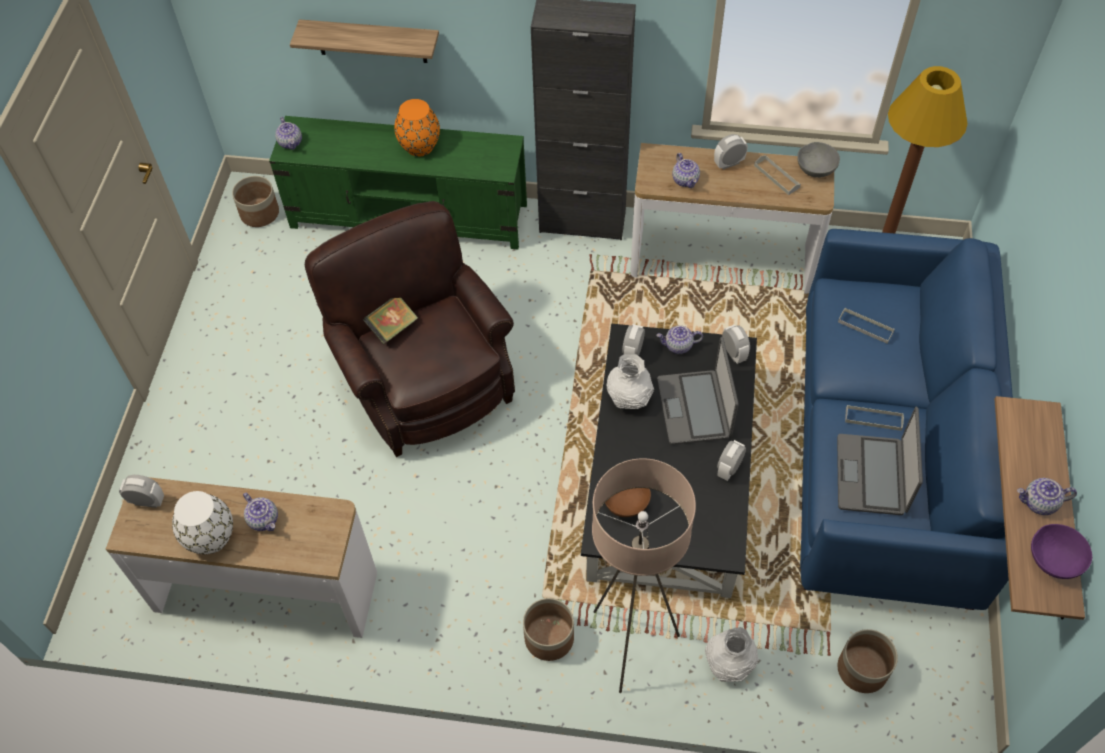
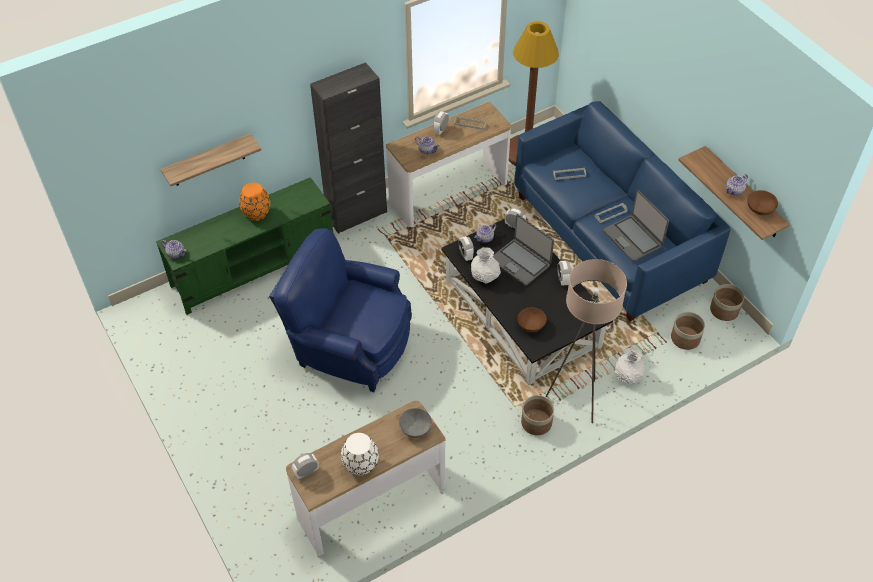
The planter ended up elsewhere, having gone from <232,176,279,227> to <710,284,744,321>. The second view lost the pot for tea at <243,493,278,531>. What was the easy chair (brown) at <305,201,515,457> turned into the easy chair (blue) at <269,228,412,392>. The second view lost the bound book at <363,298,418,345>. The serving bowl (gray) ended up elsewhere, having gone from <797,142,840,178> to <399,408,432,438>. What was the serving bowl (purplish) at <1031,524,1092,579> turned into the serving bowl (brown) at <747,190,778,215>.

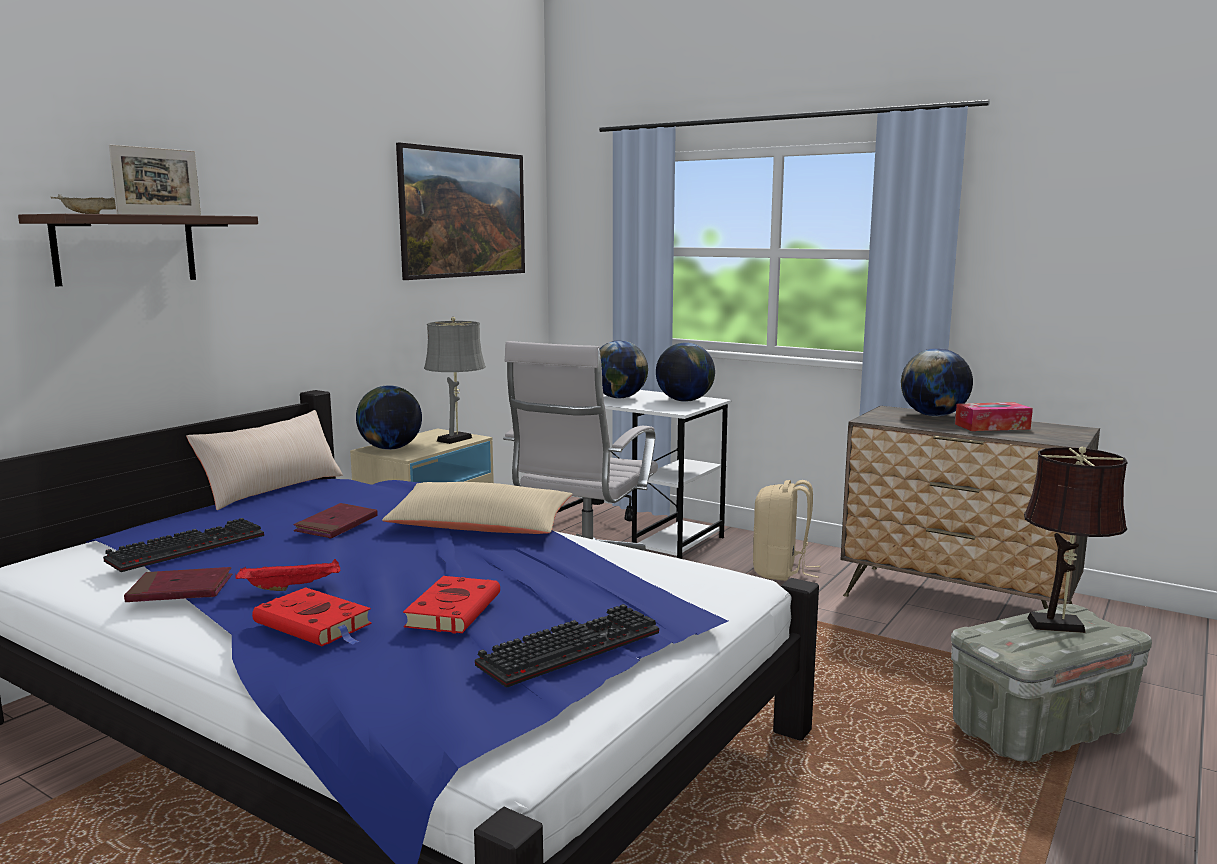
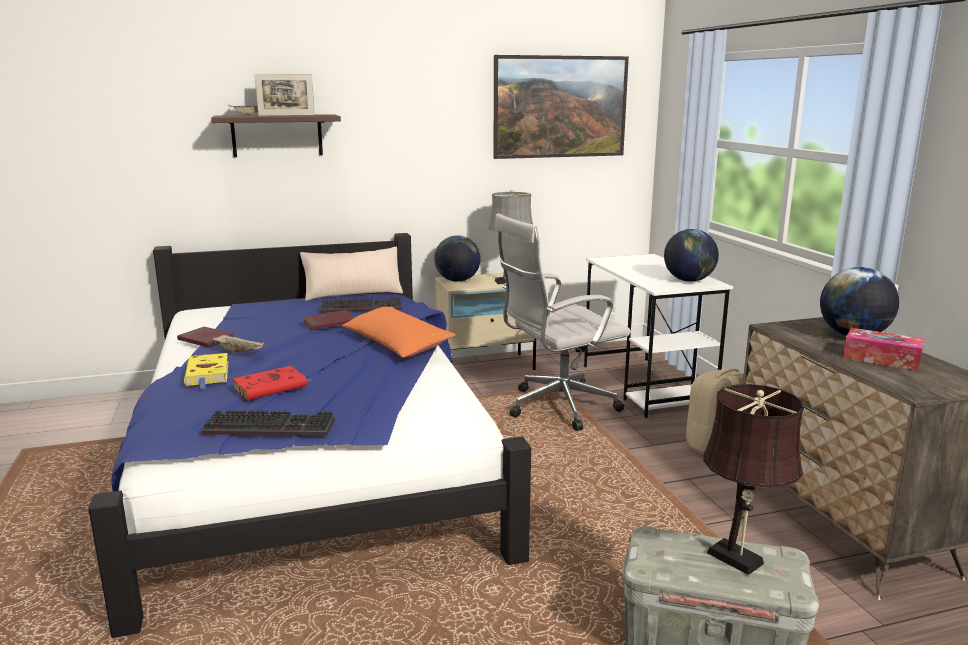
The PC keyboard ended up elsewhere, having gone from <103,518,264,572> to <320,297,402,313>. What was the tray (red-coloured) at <236,559,341,591> turned into the tray (beige) at <213,334,265,353>. What was the bound book (red-coloured) at <252,587,372,646> turned into the bound book (yellow) at <184,353,228,389>. What was the cushion (beige) at <382,482,573,534> turned into the cushion (orange-coloured) at <342,307,456,358>. The second view lost the globe at <600,340,648,398>.

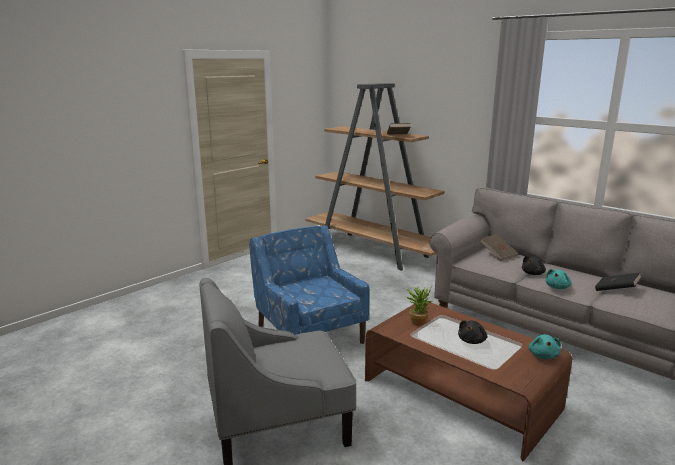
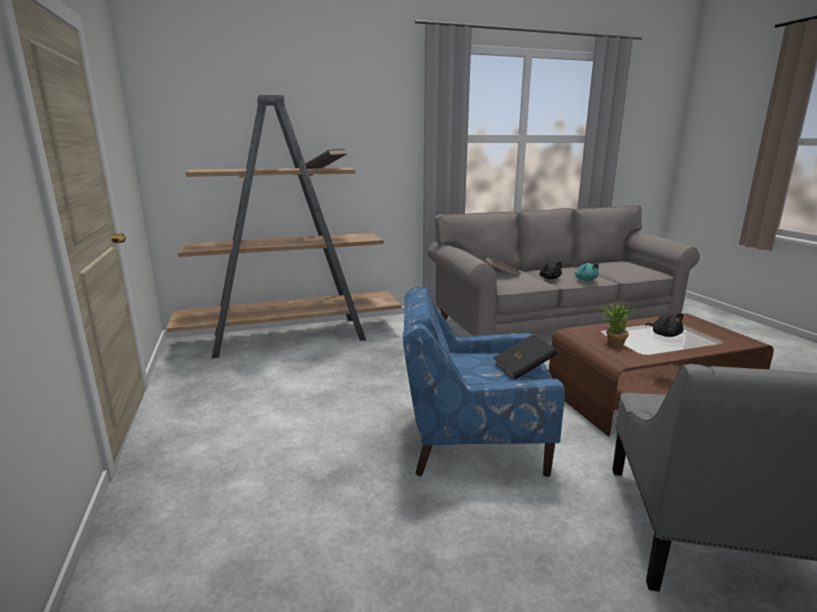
The second view lost the soft toy (turquoise) at <529,334,561,359>. The bound book (black) ended up elsewhere, having gone from <595,273,642,291> to <493,334,557,380>.

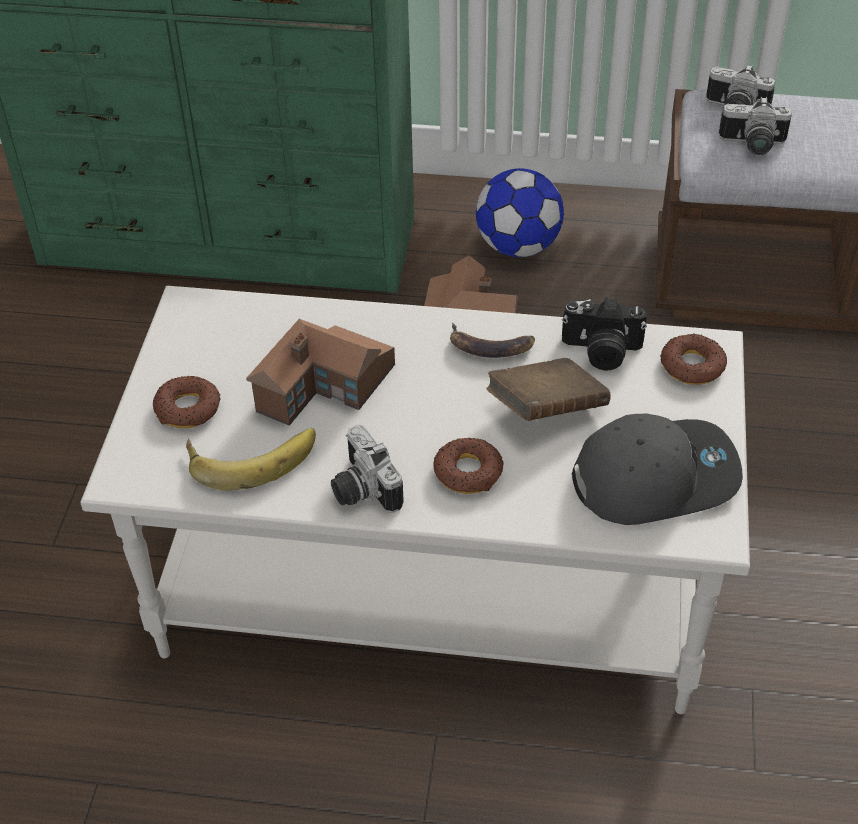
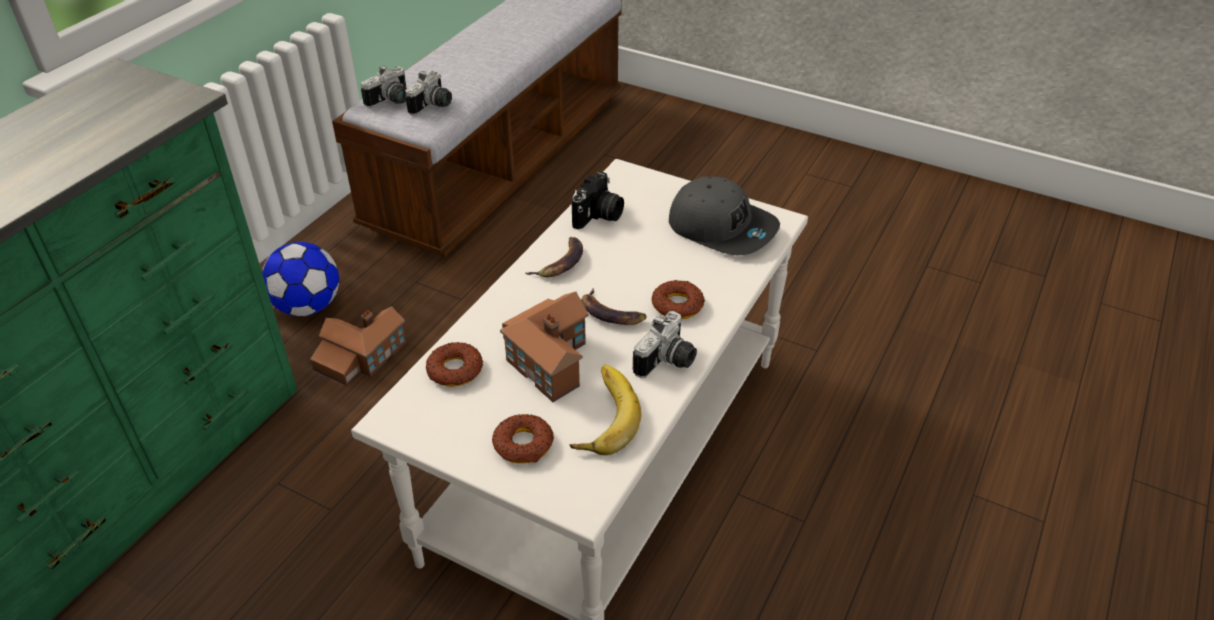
The photo camera at <331,425,404,513> ended up facing another way, 45 degrees counterclockwise from before. The second view lost the bound book (brown) at <486,358,610,421>. The baseball cap (gray) at <572,414,743,525> ended up facing another way, 120 degrees clockwise from before. The donut ended up elsewhere, having gone from <660,333,727,385> to <426,342,483,387>. The second view gained the banana fruit at <581,289,647,325>.

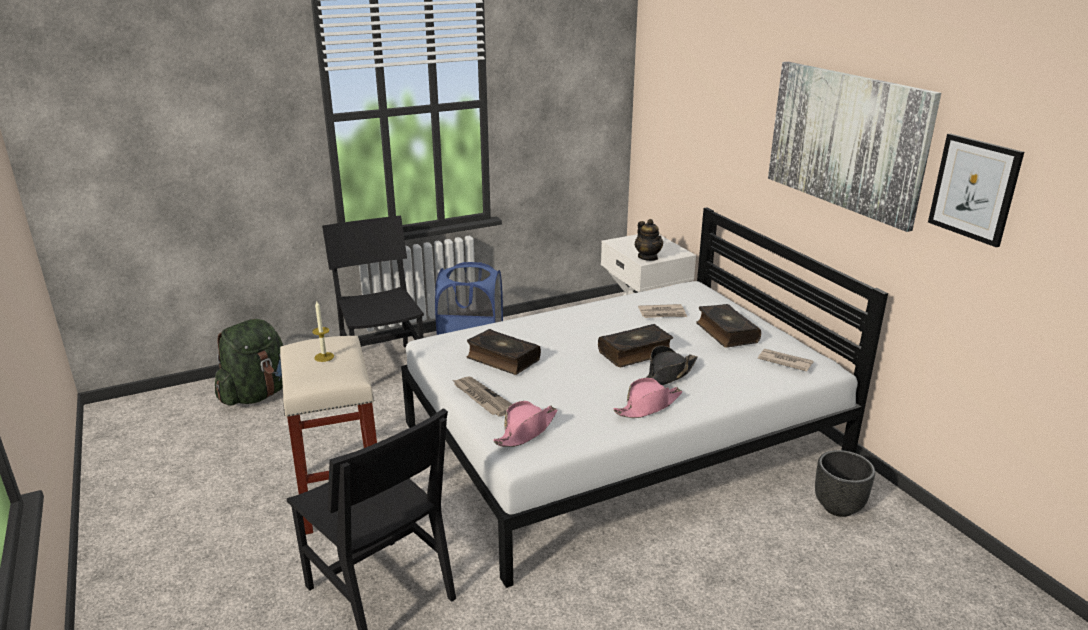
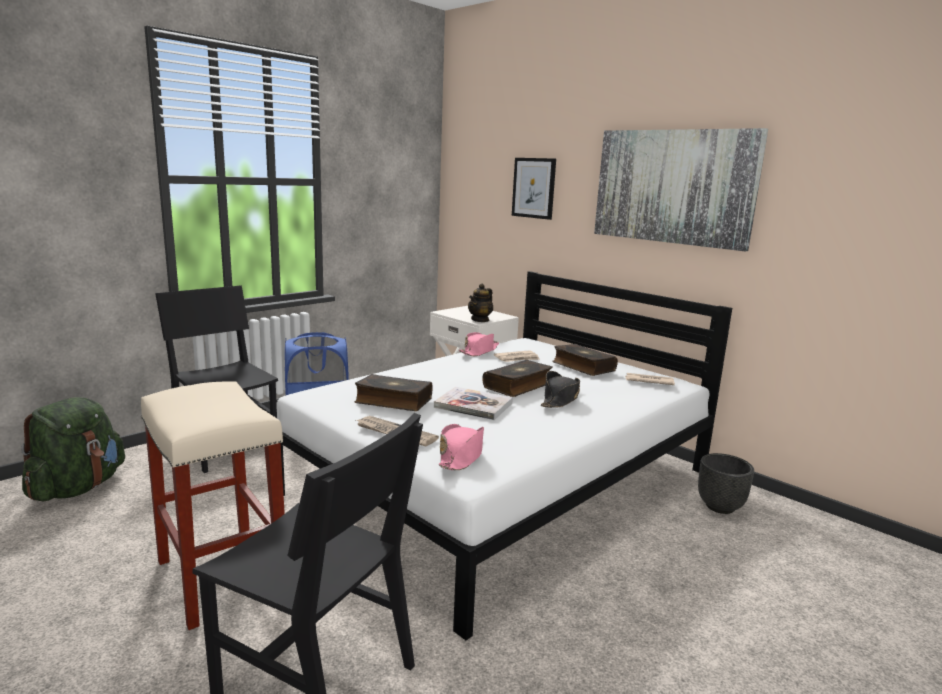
The second view lost the wax light at <312,301,334,362>. The clothing hat (pink-coloured) ended up elsewhere, having gone from <614,378,682,418> to <459,332,499,356>. The pot for tea at <635,219,663,261> ended up facing another way, 75 degrees clockwise from before. The picture ended up elsewhere, having gone from <928,133,1024,247> to <512,158,556,220>. The second view gained the bound book at <434,387,513,420>.

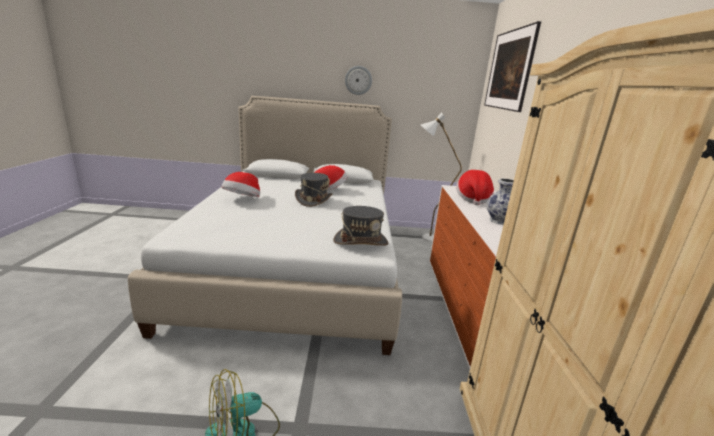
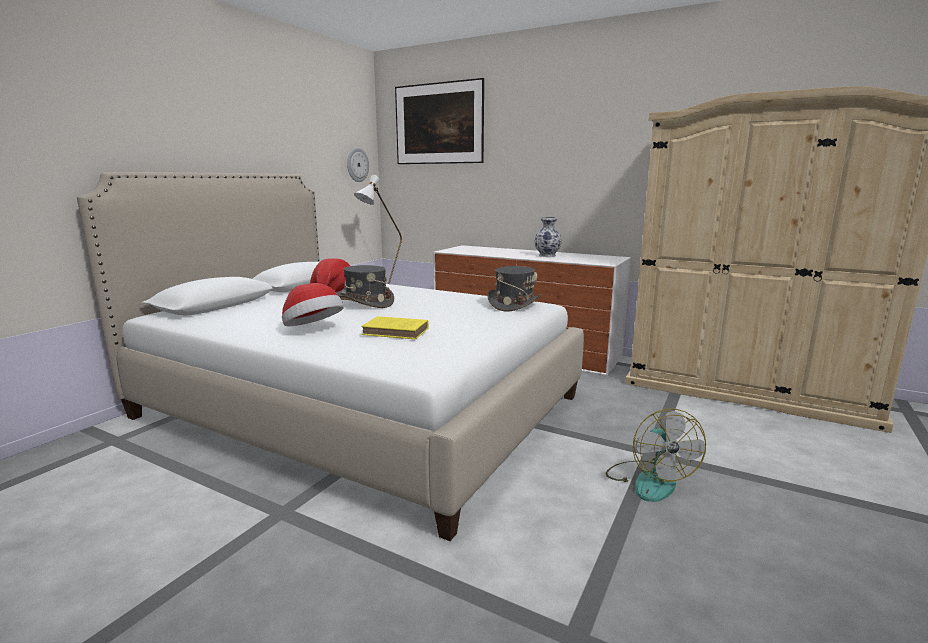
The hanging clock ended up elsewhere, having gone from <345,66,372,95> to <347,148,369,182>. The second view lost the clothing hat at <456,170,494,205>. The second view gained the bound book (yellow) at <361,316,429,339>.

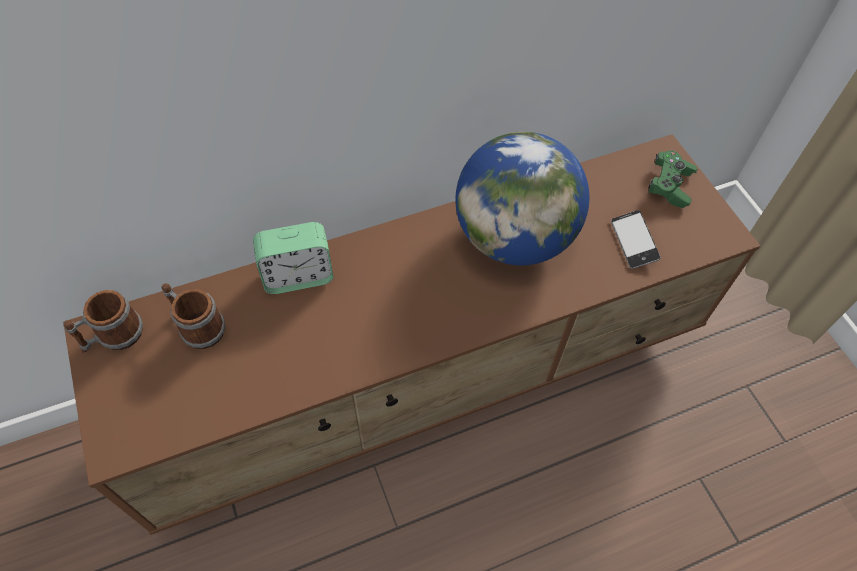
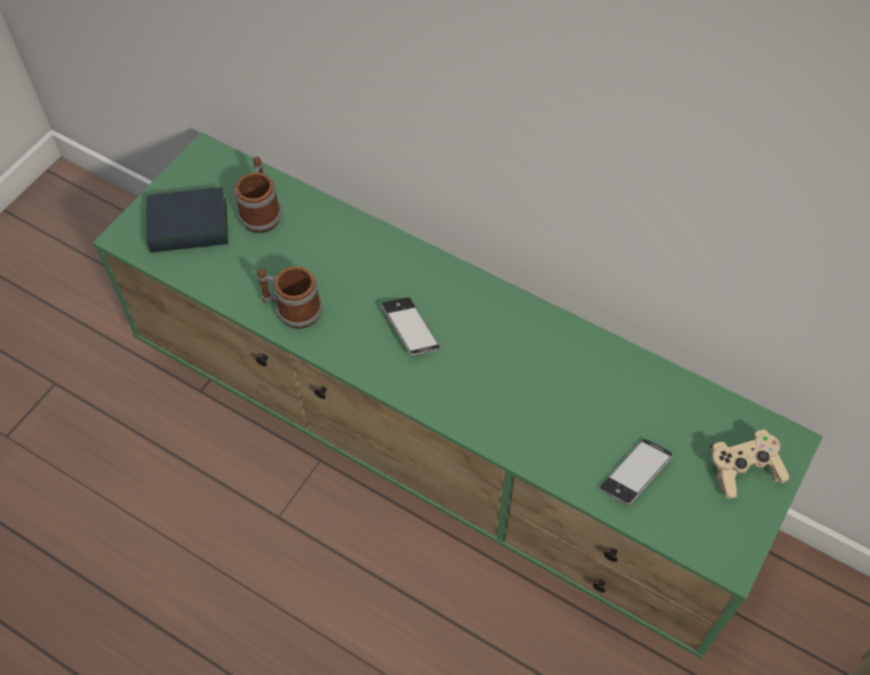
What was the tv unit (brown) at <63,134,760,535> turned into the tv unit (greenish) at <93,132,823,659>. The tea mug ended up elsewhere, having gone from <63,290,143,353> to <257,266,322,329>. The second view lost the bedside clock at <253,222,334,294>. The second view lost the globe at <455,132,589,265>. What was the gamepad (greenish) at <649,150,697,208> turned into the gamepad (beige) at <710,429,789,499>. The second view gained the bound book at <146,187,228,253>. The second view gained the phone at <381,297,440,356>.

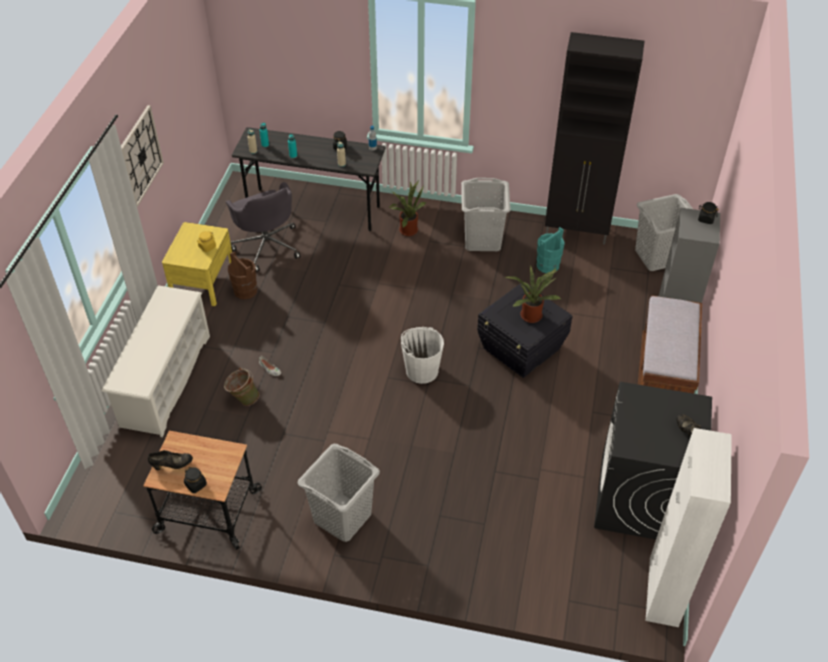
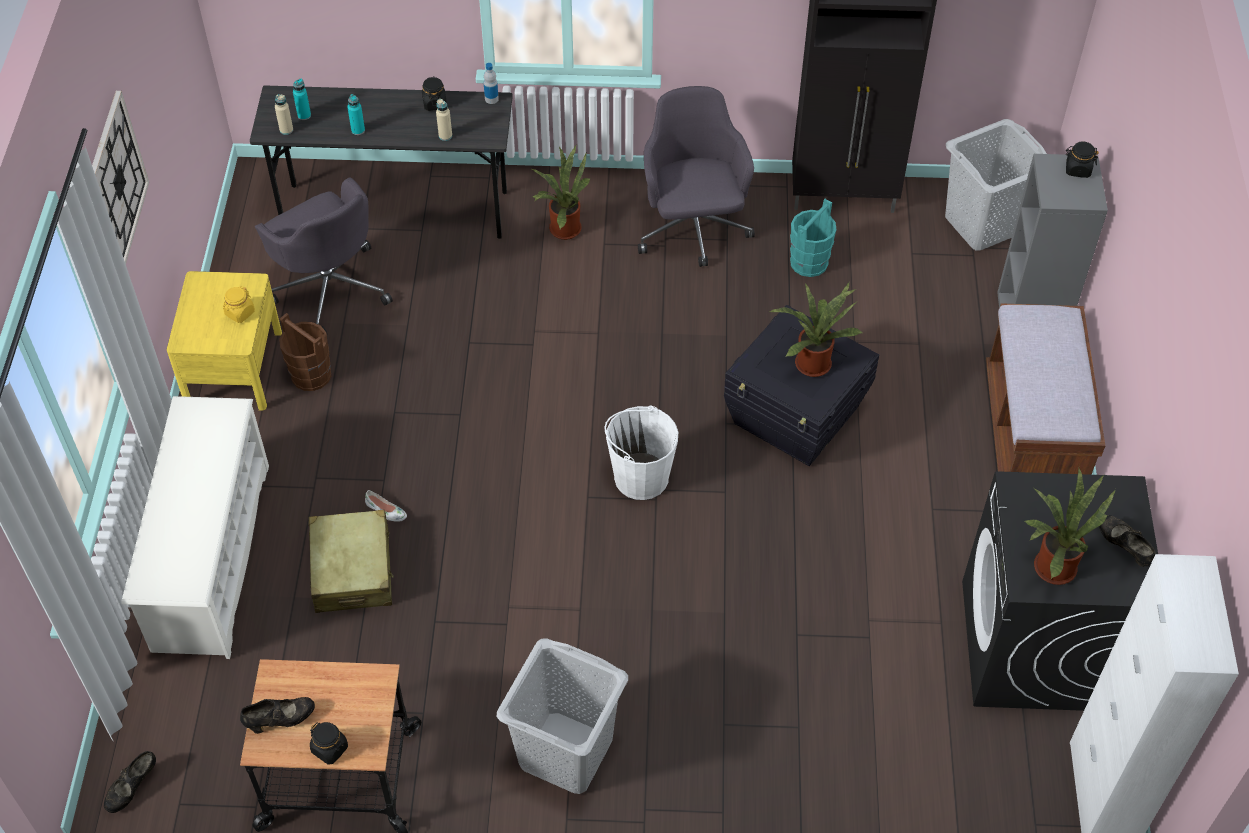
Where the pail (greenish) stood at <224,368,260,406>, the piece of luggage (beige) came to stand at <309,510,394,613>. Where the hamper (gray) stood at <461,178,511,251>, the office chair (gray) came to stand at <638,86,755,267>. The second view gained the item of footwear (black) at <104,751,156,813>. The second view gained the houseplant at <1025,468,1116,585>.

